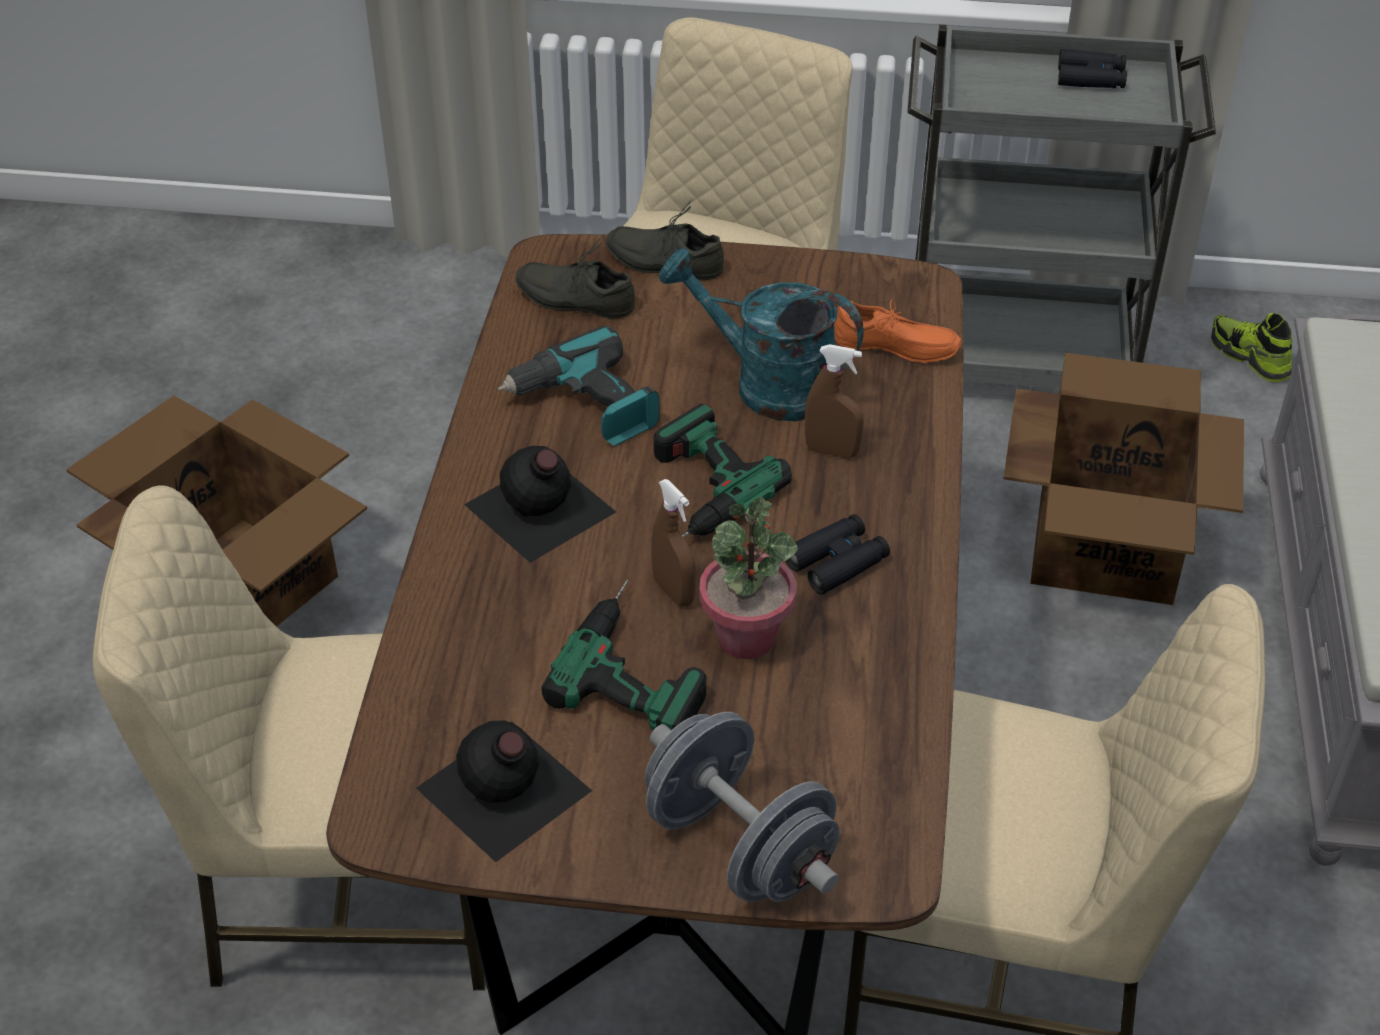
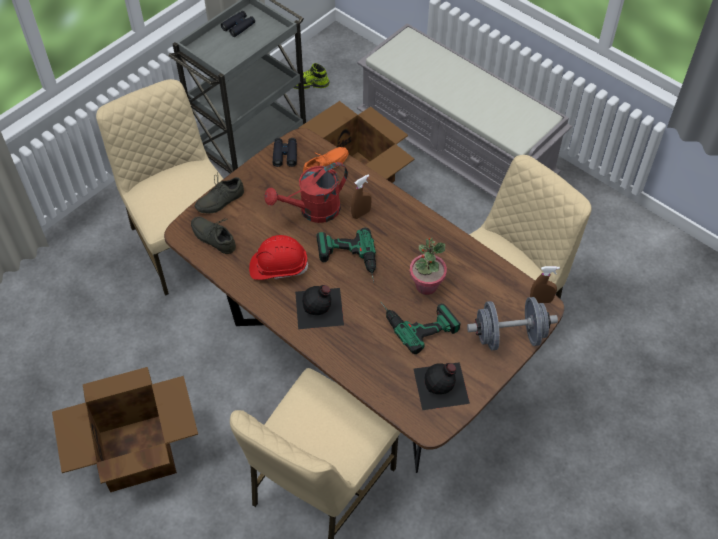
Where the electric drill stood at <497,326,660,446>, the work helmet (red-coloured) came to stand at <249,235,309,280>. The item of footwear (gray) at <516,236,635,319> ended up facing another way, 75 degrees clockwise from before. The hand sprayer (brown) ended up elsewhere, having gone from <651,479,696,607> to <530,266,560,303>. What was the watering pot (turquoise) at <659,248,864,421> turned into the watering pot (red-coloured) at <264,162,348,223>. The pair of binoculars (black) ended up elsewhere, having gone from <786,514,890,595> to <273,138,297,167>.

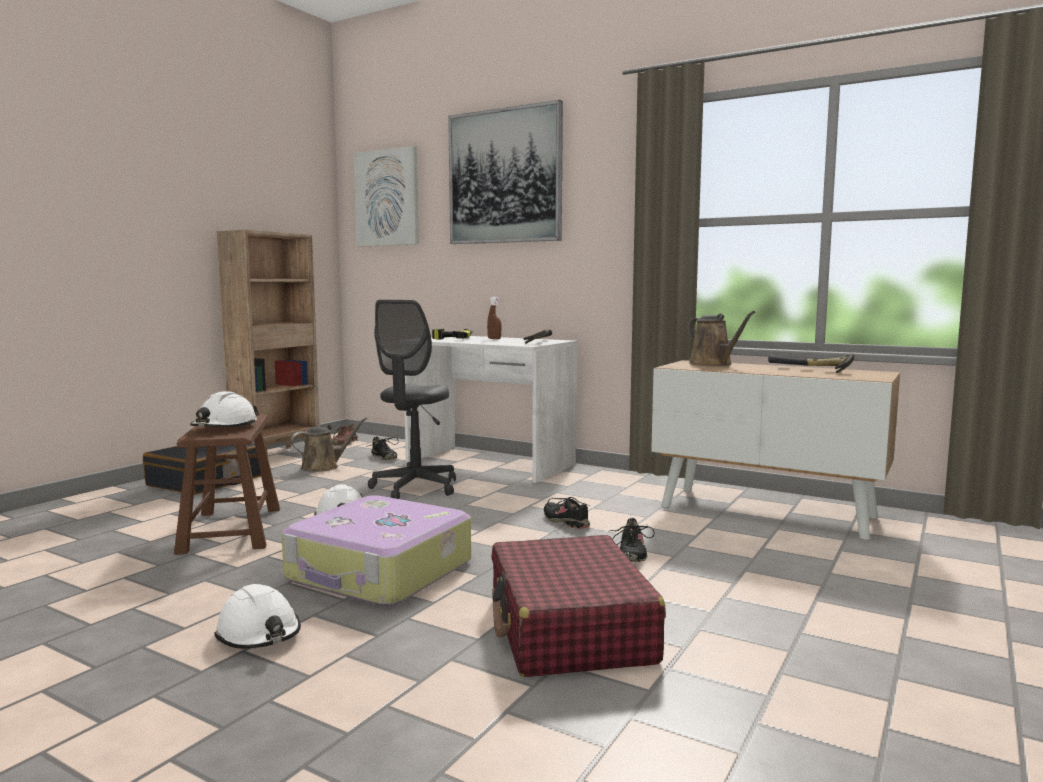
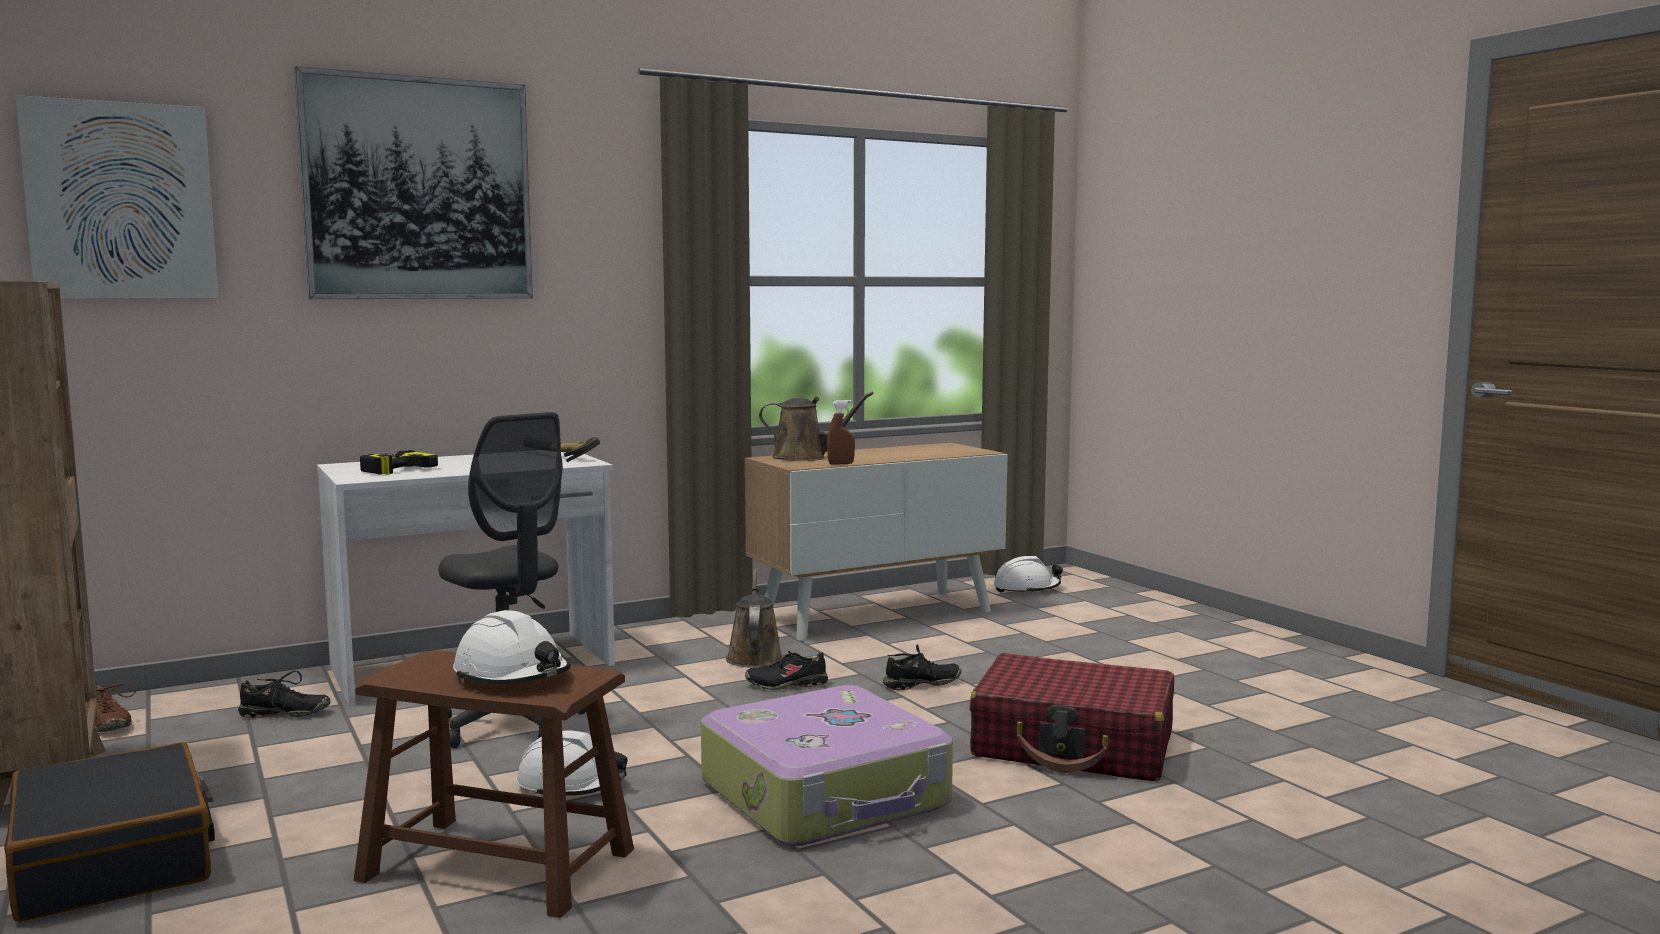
The work helmet (white) ended up elsewhere, having gone from <214,584,301,649> to <994,556,1063,594>. The watering pot (brown) ended up elsewhere, having gone from <290,417,367,471> to <726,569,783,668>. The hand sprayer (brown) ended up elsewhere, having gone from <487,297,501,339> to <827,400,855,465>. The item of footwear (black) at <608,518,655,562> ended up facing another way, 60 degrees counterclockwise from before. The second view lost the hammer at <768,354,854,373>.

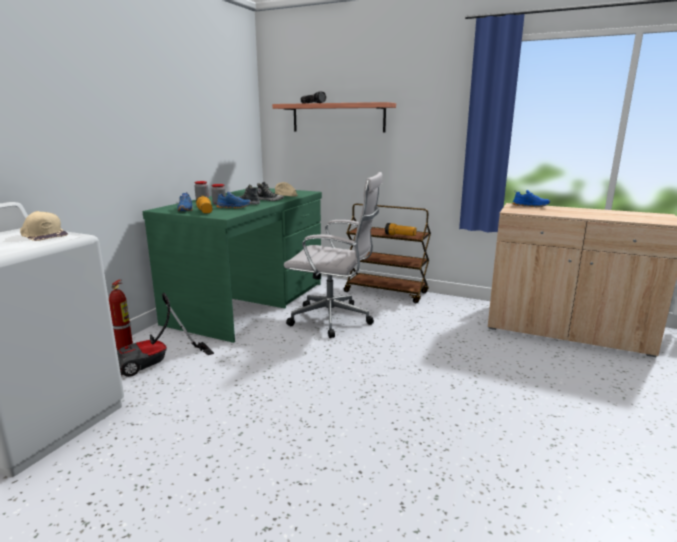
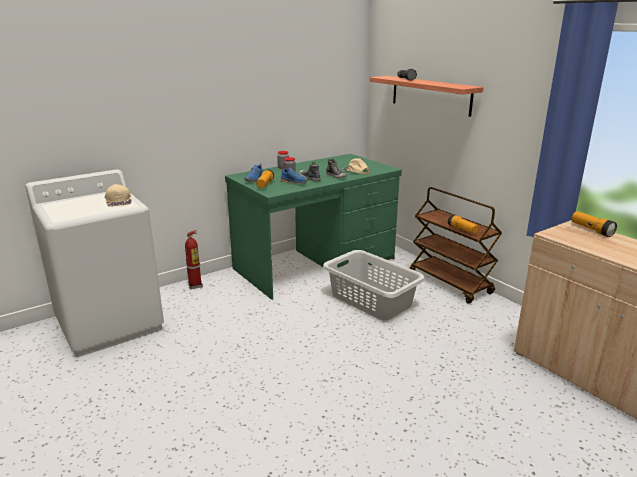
The second view lost the vacuum at <117,293,214,377>. Where the office chair (white) stood at <284,172,383,338>, the hamper (gray) came to stand at <323,250,425,321>. Where the item of footwear (blue) stood at <512,190,550,207>, the flashlight came to stand at <572,211,617,237>.

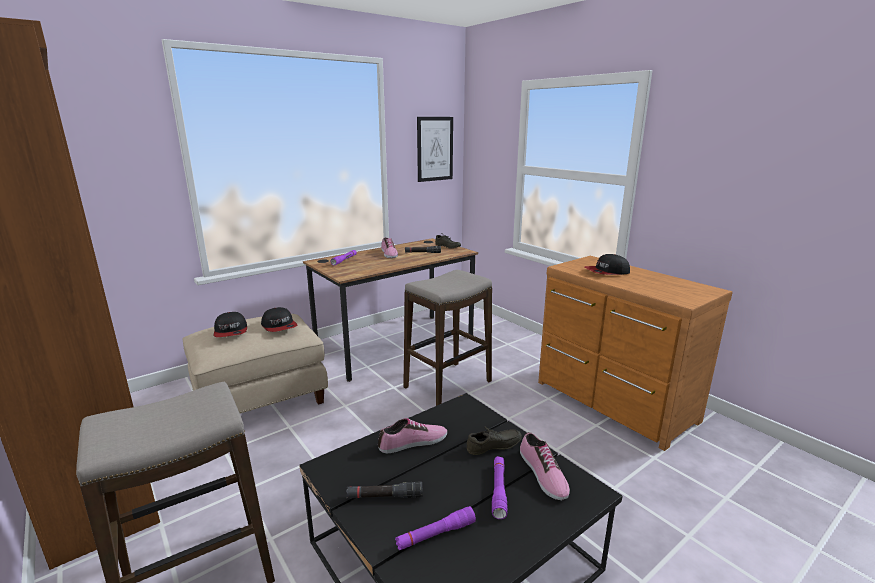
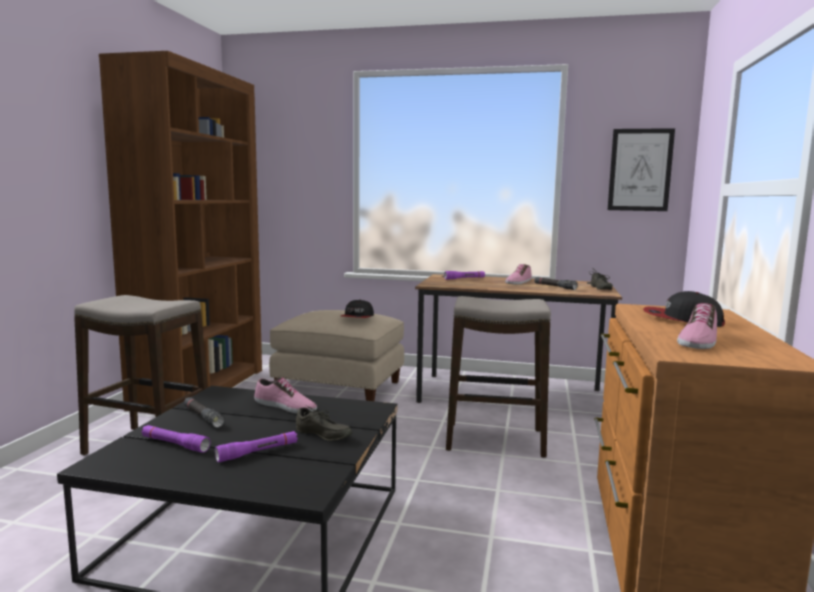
The second view lost the baseball cap at <214,312,247,337>. The item of footwear ended up elsewhere, having gone from <520,432,570,500> to <677,303,717,349>.

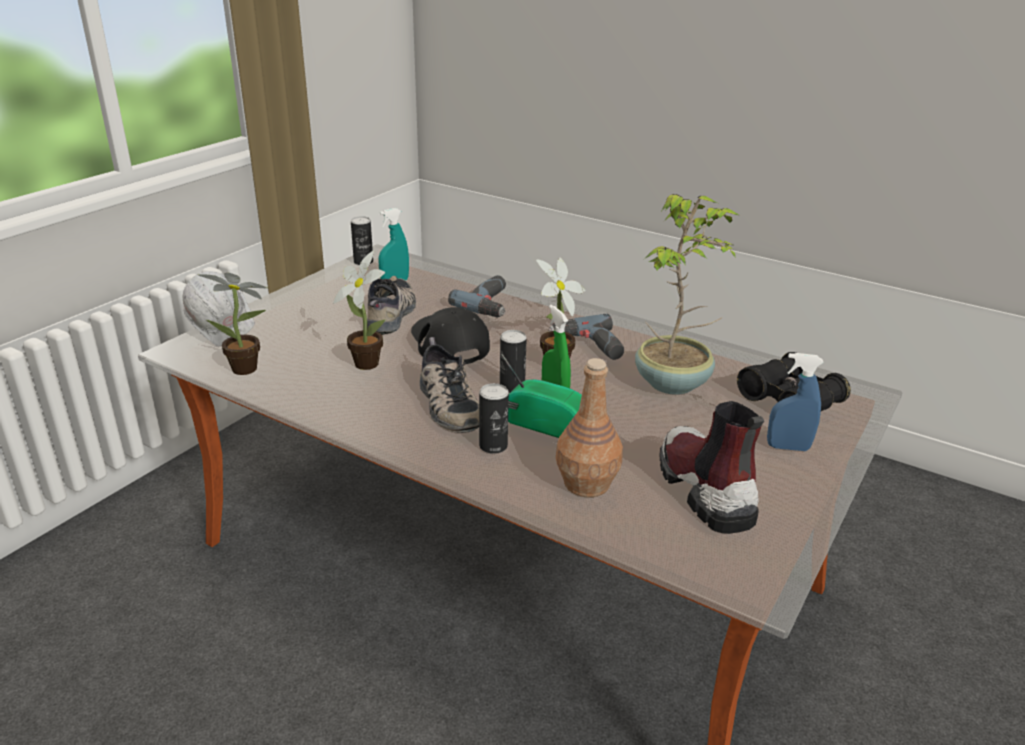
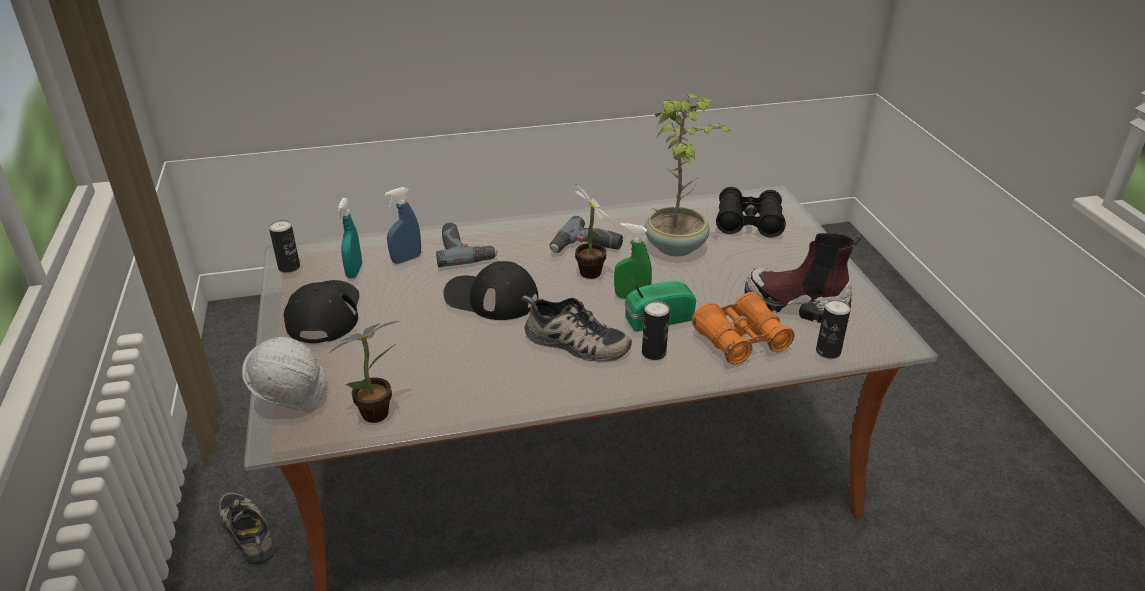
The second view lost the houseplant at <333,250,385,370>. The item of footwear ended up elsewhere, having gone from <367,276,416,335> to <219,492,275,565>. The metal can ended up elsewhere, having gone from <500,330,527,393> to <816,299,851,359>. Where the bottle (brown) stood at <556,358,623,497>, the pair of binoculars (orange-coloured) came to stand at <692,292,794,364>. The hand sprayer (blue) ended up elsewhere, having gone from <767,353,824,451> to <385,187,421,264>. The second view gained the baseball cap (black) at <284,280,359,344>.

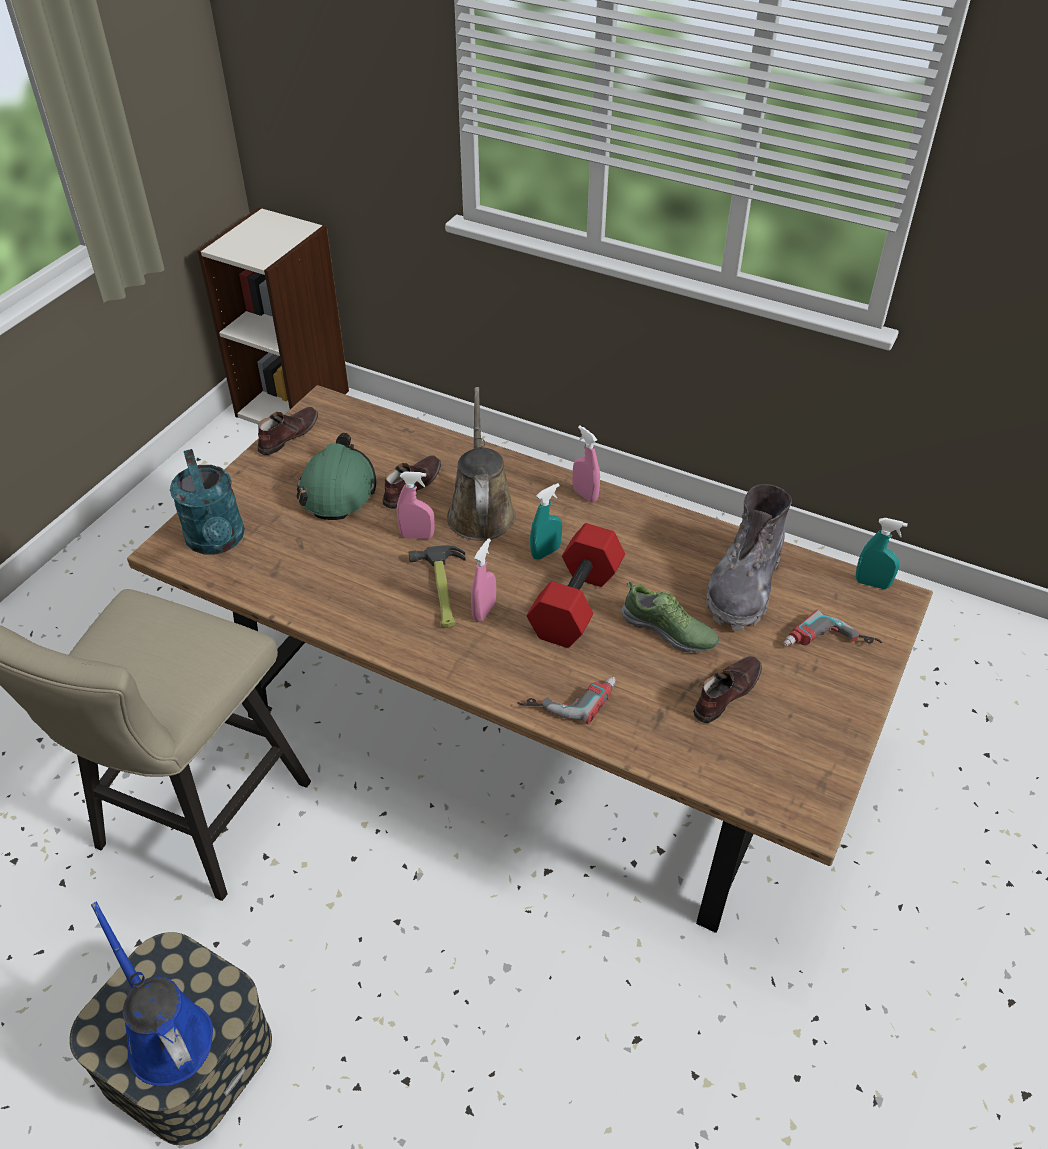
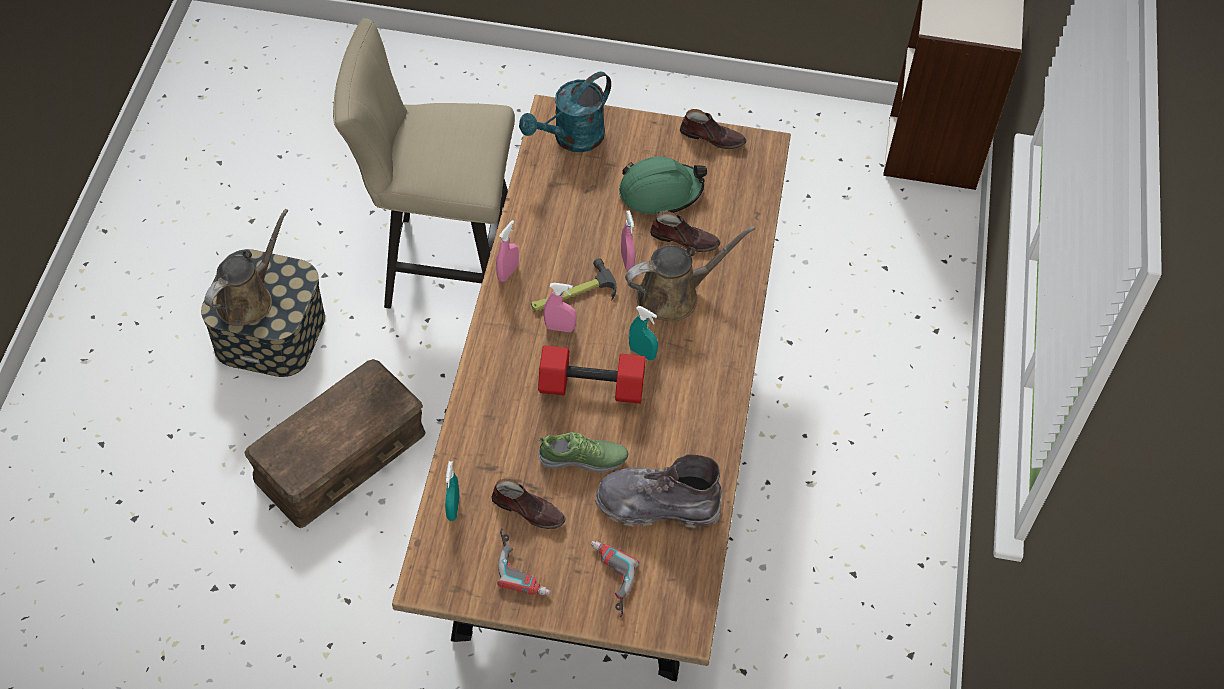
What was the watering pot (blue) at <91,901,213,1086> turned into the watering pot (brown) at <204,209,289,326>. The electric drill ended up elsewhere, having gone from <518,677,616,724> to <497,528,551,595>. The hand sprayer (pink-coloured) ended up elsewhere, having gone from <573,425,600,503> to <496,220,519,282>. The item of footwear at <622,581,719,653> ended up facing another way, 105 degrees counterclockwise from before. The hand sprayer (turquoise) ended up elsewhere, having gone from <856,518,908,589> to <445,461,460,521>. The second view gained the storage bin (brown) at <245,359,426,528>.

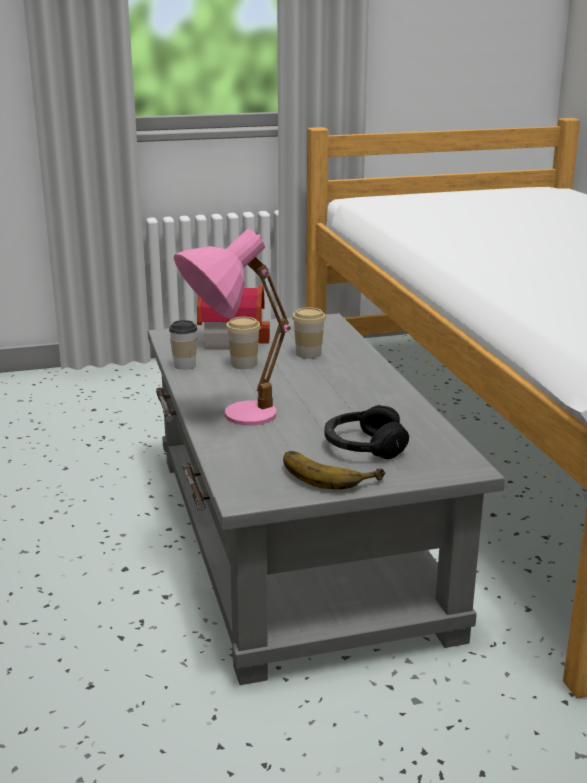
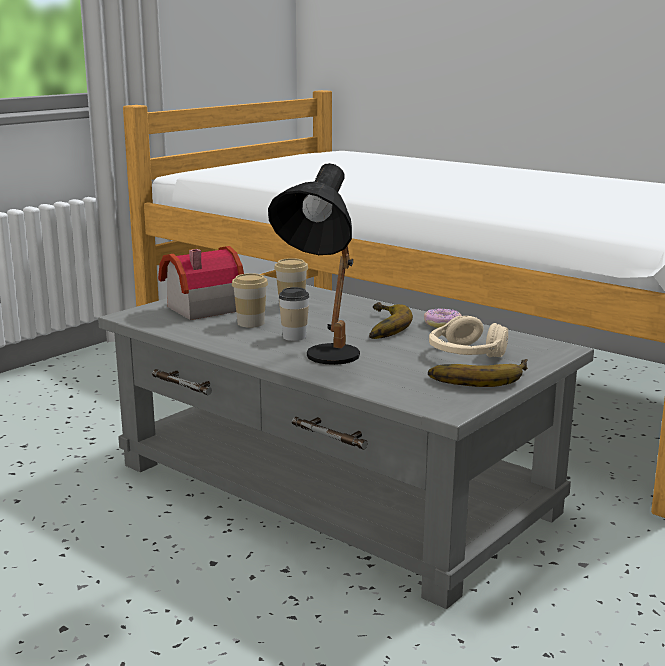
The small cup ended up elsewhere, having gone from <169,320,197,370> to <279,287,309,341>. What was the tabletop lamp (pink-coloured) at <174,229,291,426> turned into the tabletop lamp (black) at <268,163,360,365>. What was the headphones (black) at <324,405,409,459> turned into the headphones (beige) at <429,316,508,357>. The second view gained the banana fruit at <369,302,413,339>. The second view gained the donut at <424,308,462,328>.

